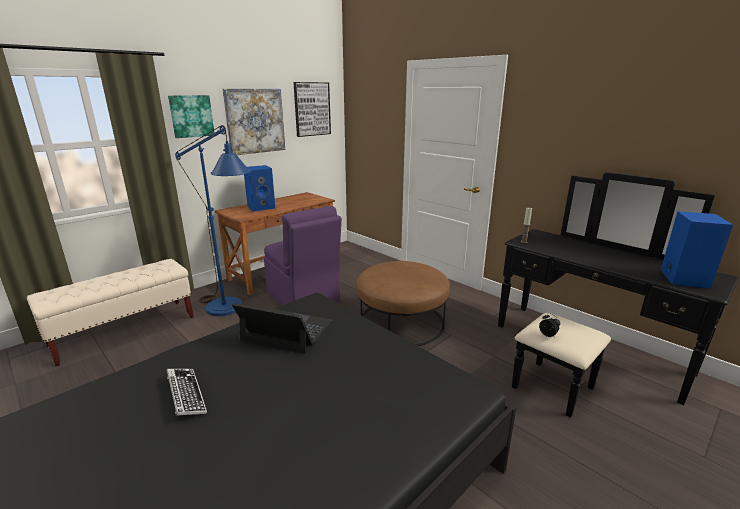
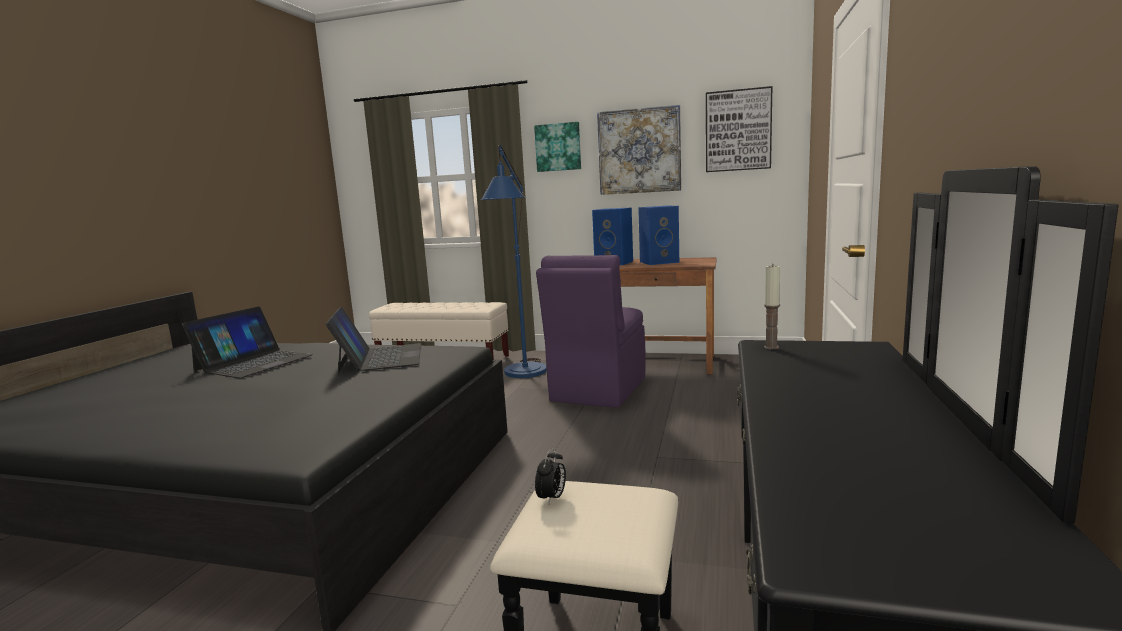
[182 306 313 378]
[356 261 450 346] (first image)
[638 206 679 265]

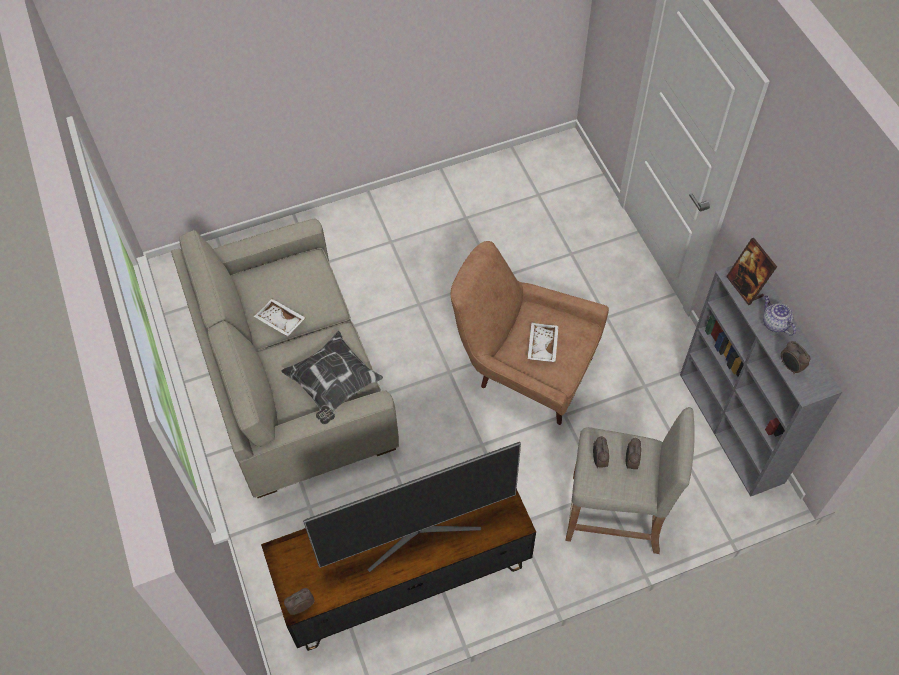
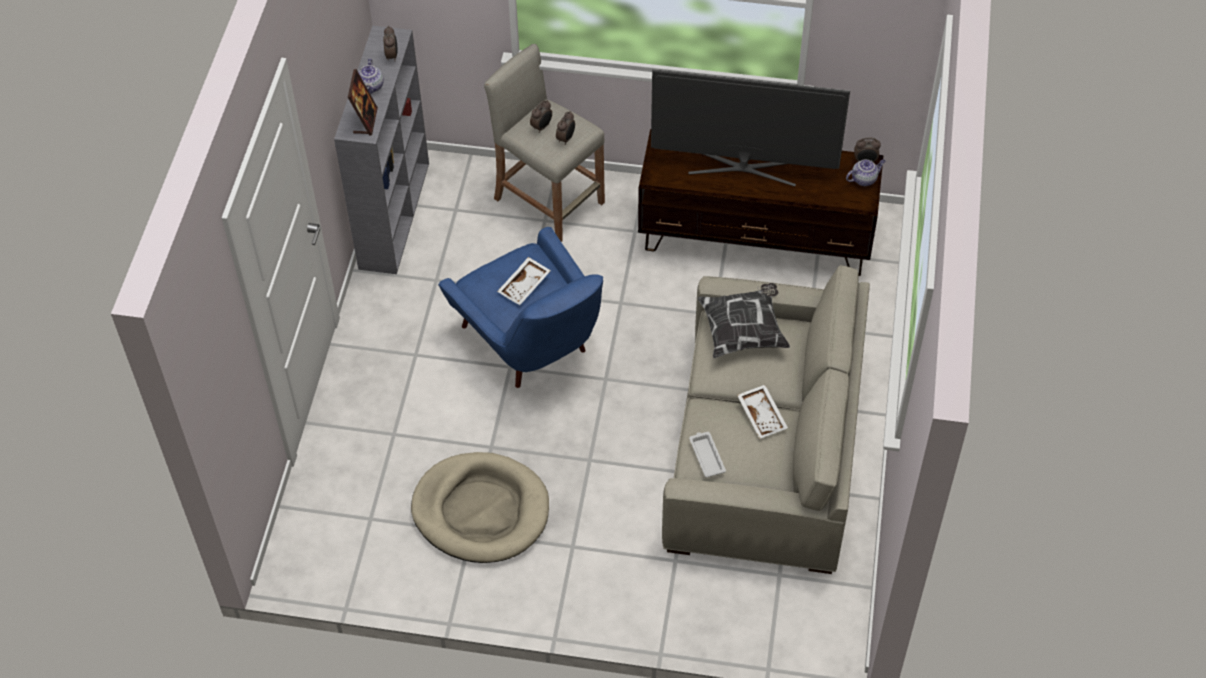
[438 227 603 388]
[411 452 549 563]
[689 432 726 478]
[846 159 886 186]

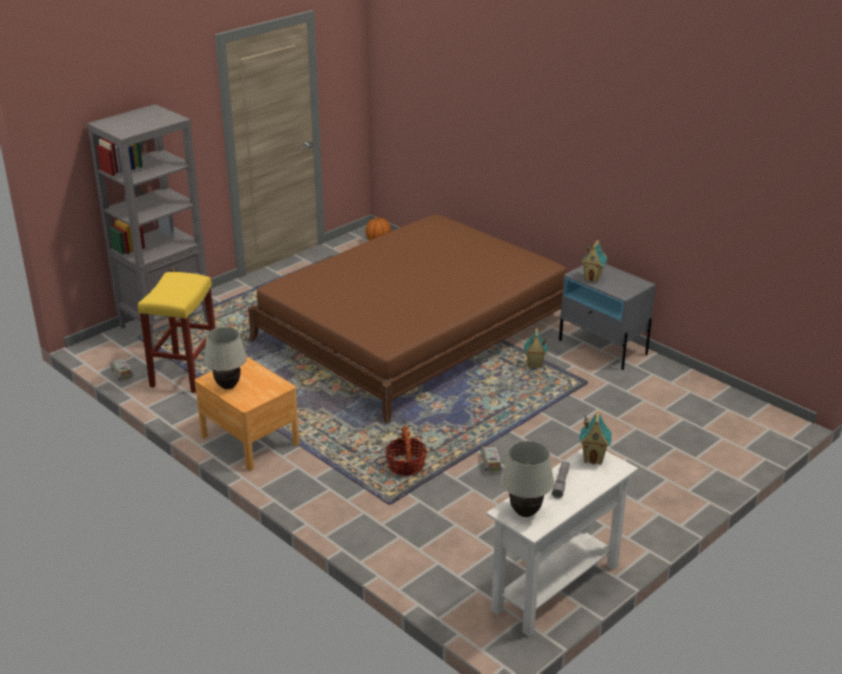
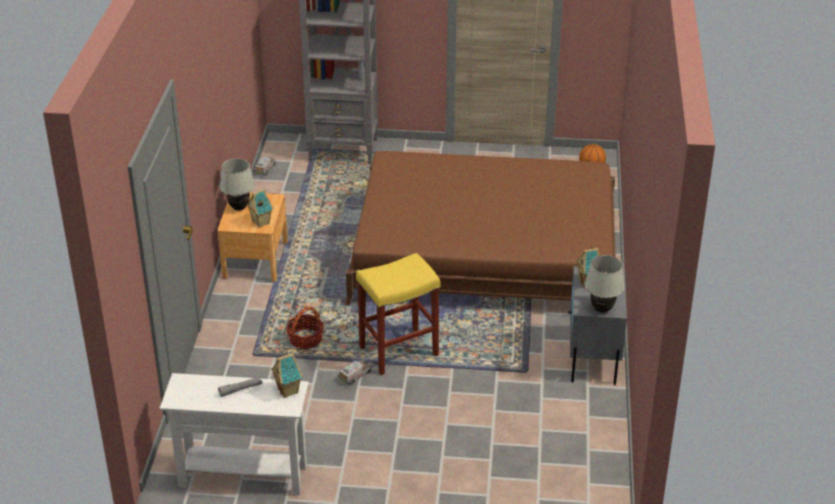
[356 253 440 375]
[584 255 625 313]
[247 189 273 228]

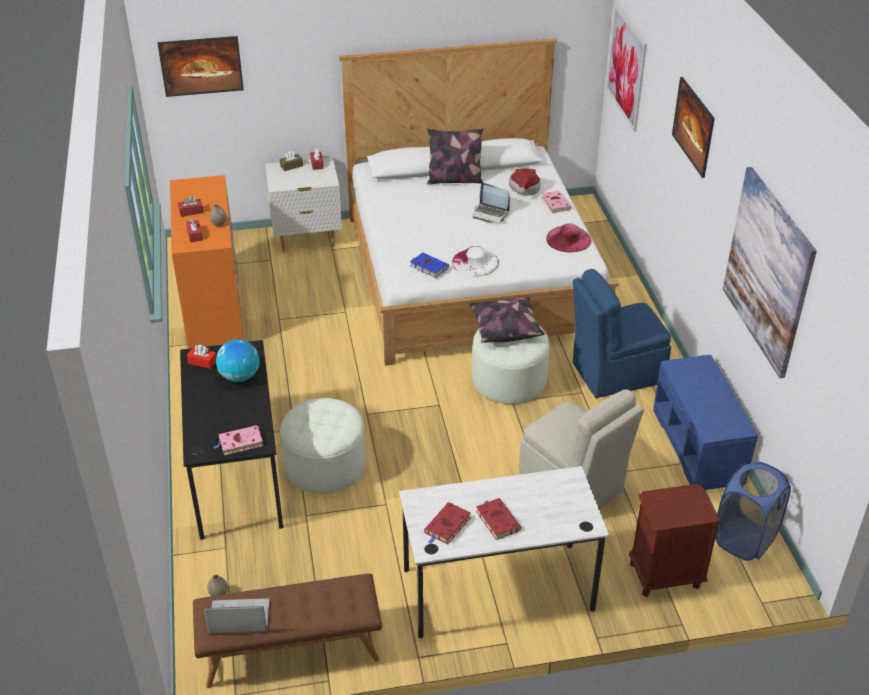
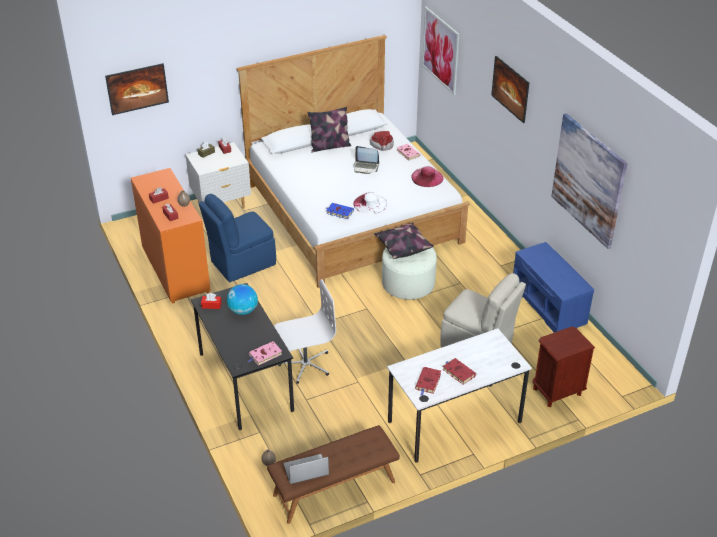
[274 279 336 383]
[199 194 276 282]
[715 462 791 561] (first image)

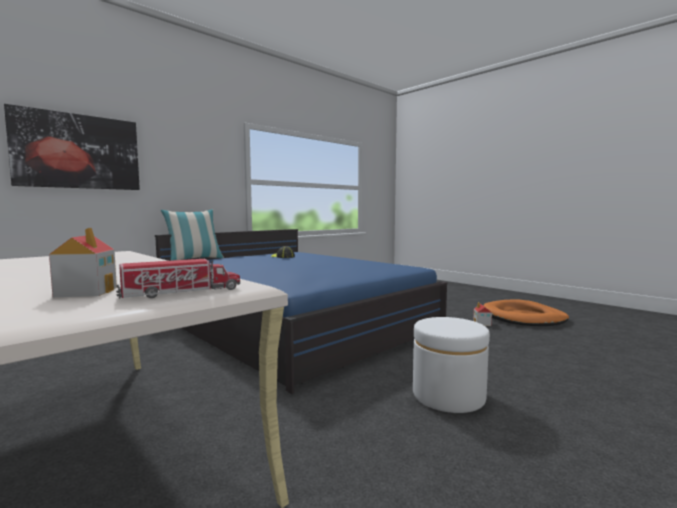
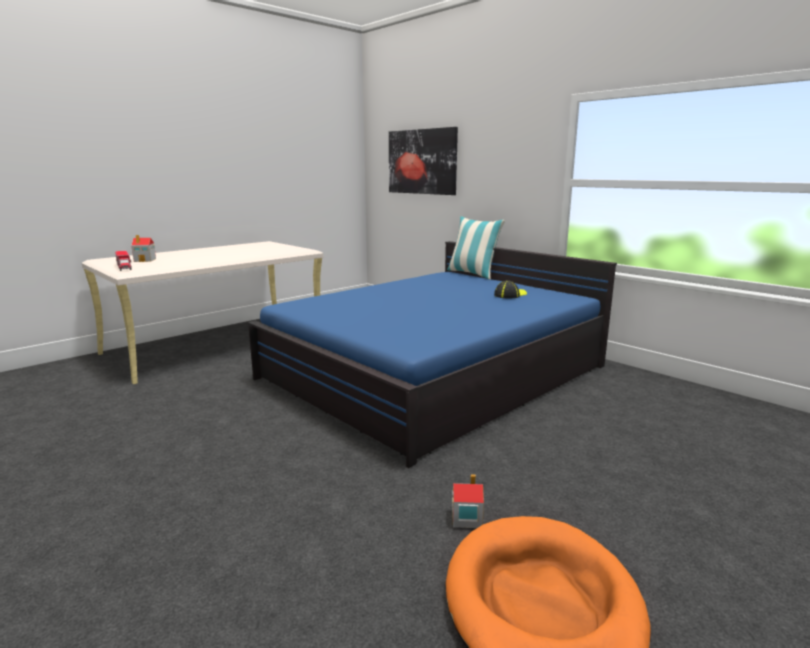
[413 317 490 413] (first image)

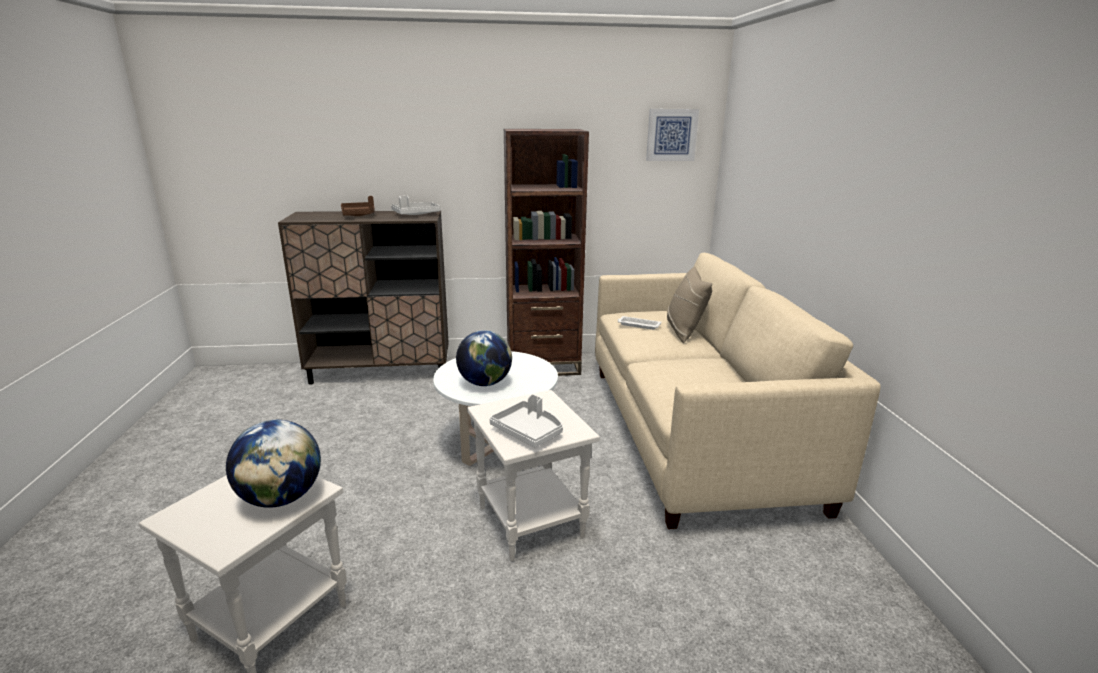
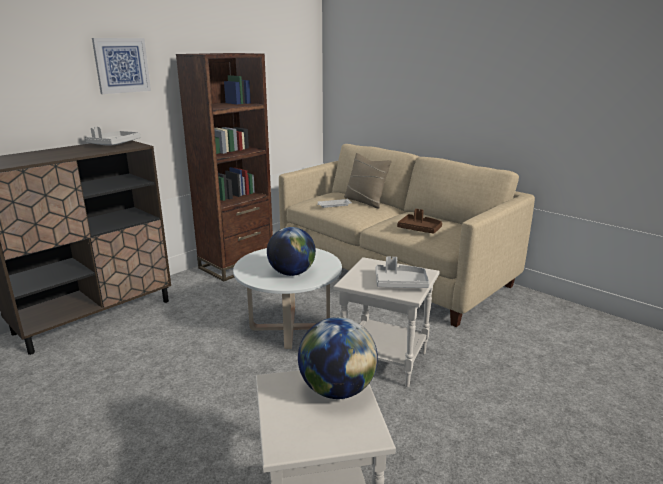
[397 209 442 234]
[92 38 151 94]

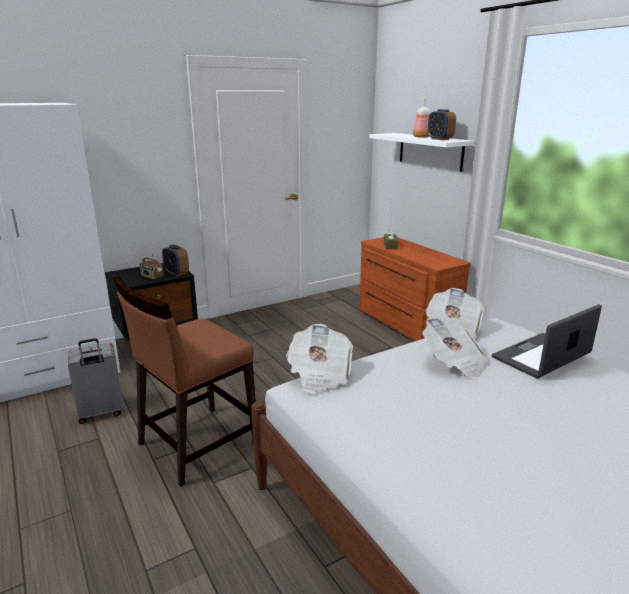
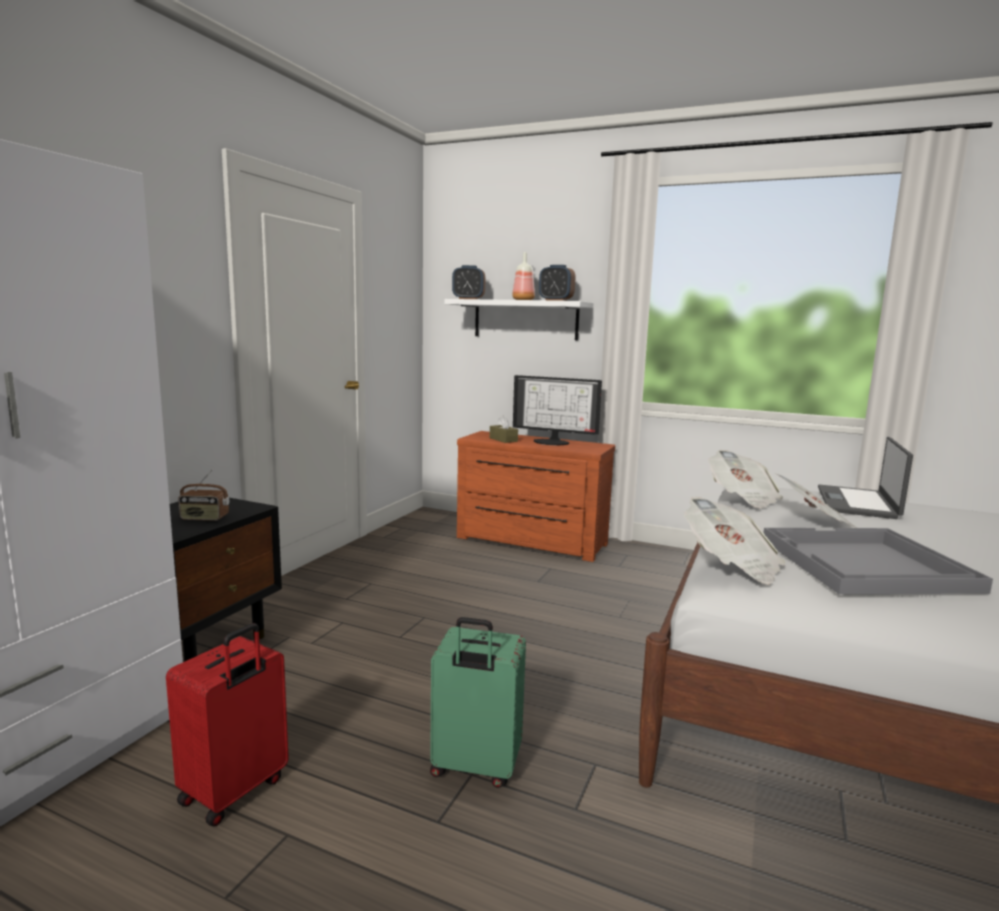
[166 623 289 826]
[430 617 526 788]
[452 265 486 299]
[513 375 602 445]
[764 528 993 594]

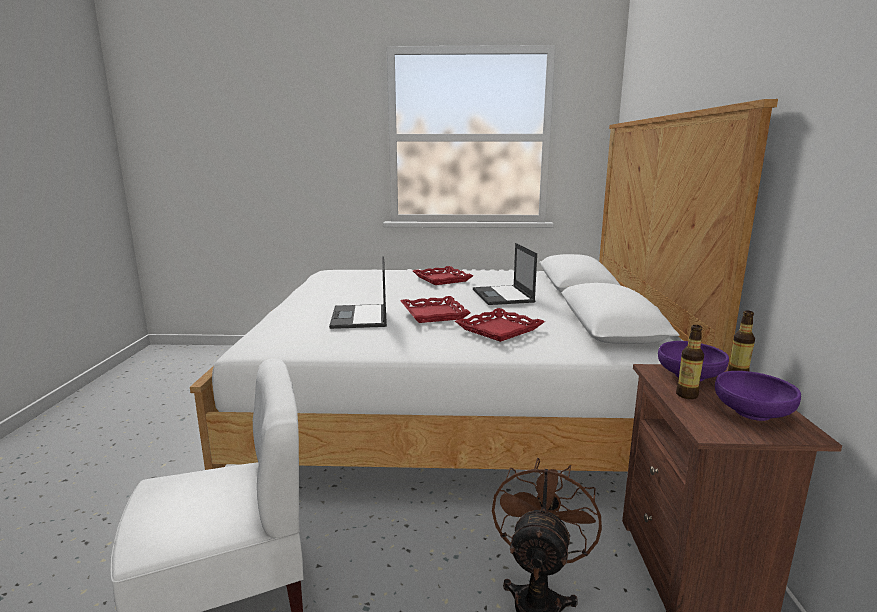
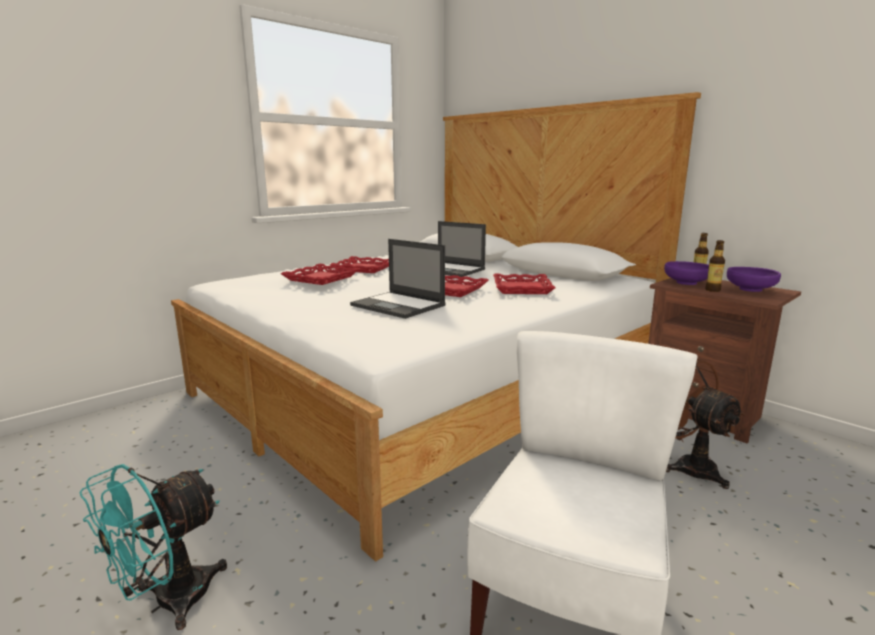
[79 464 227 630]
[281 264 359 285]

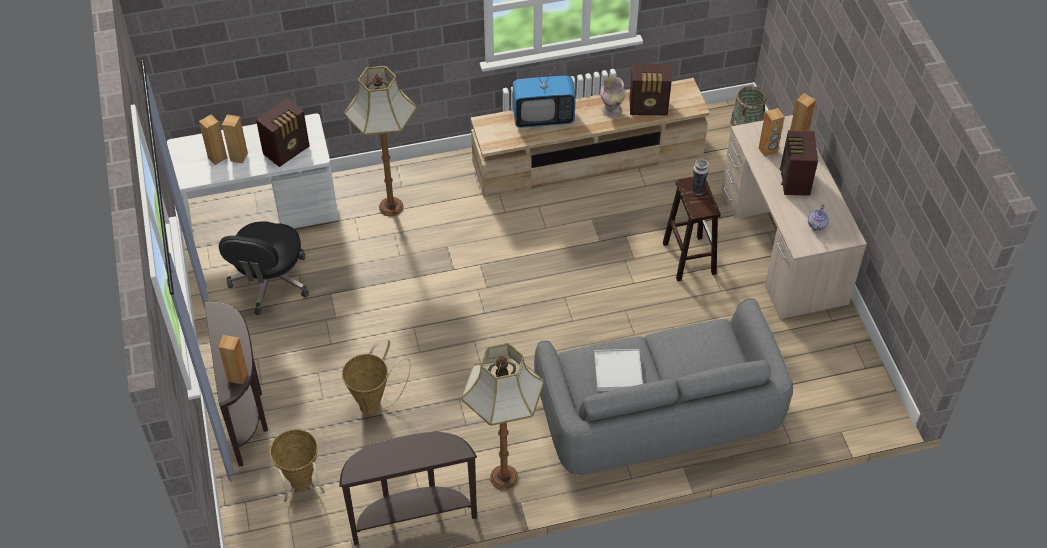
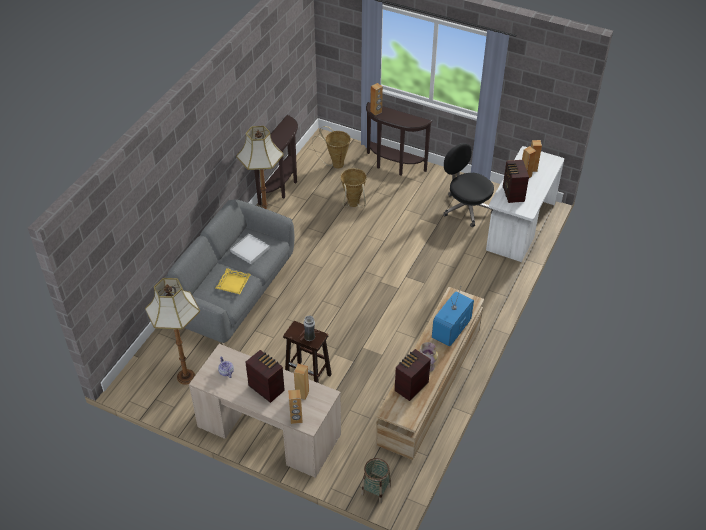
[145 278 200 385]
[216 268 251 294]

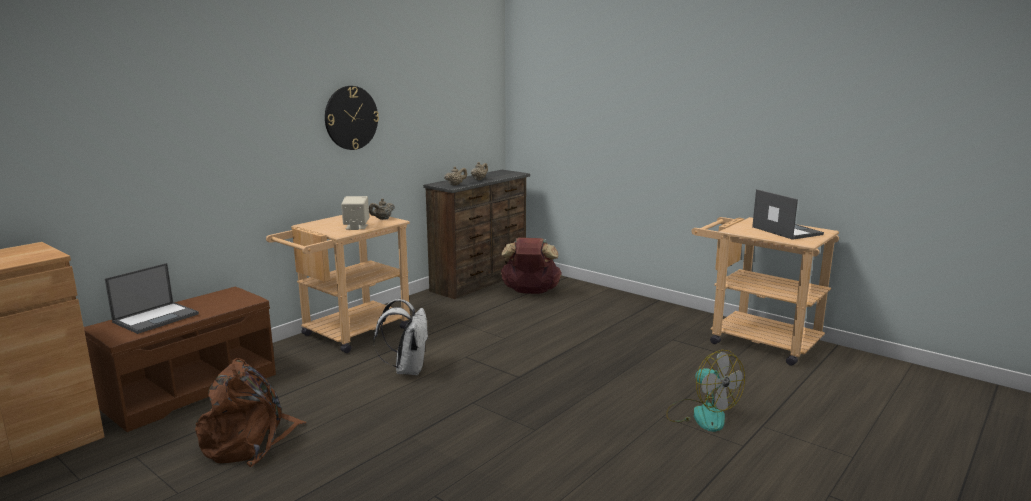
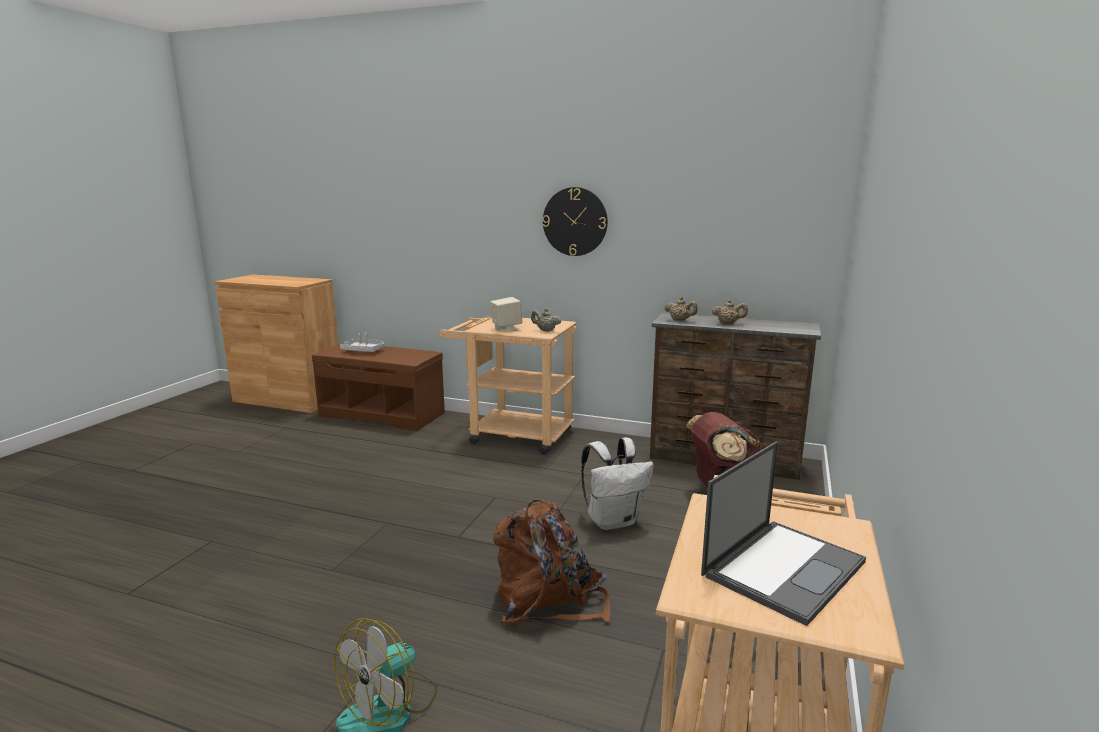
[340 332 384 352]
[493 499 610 624]
[581 437 654 530]

